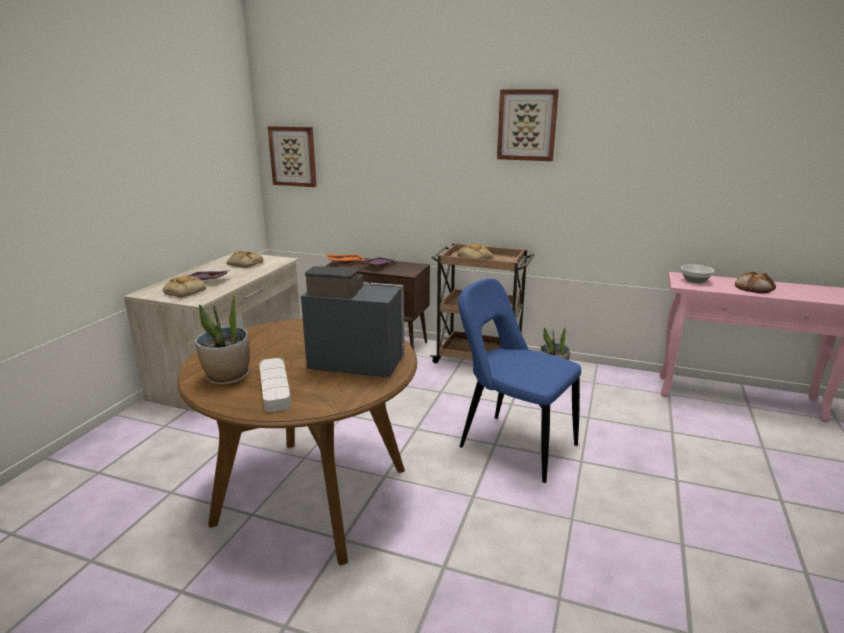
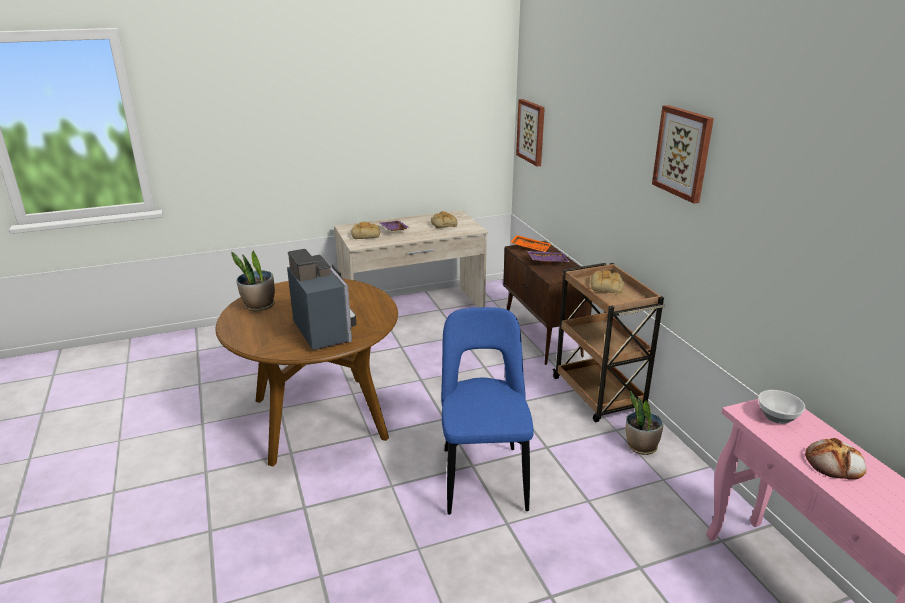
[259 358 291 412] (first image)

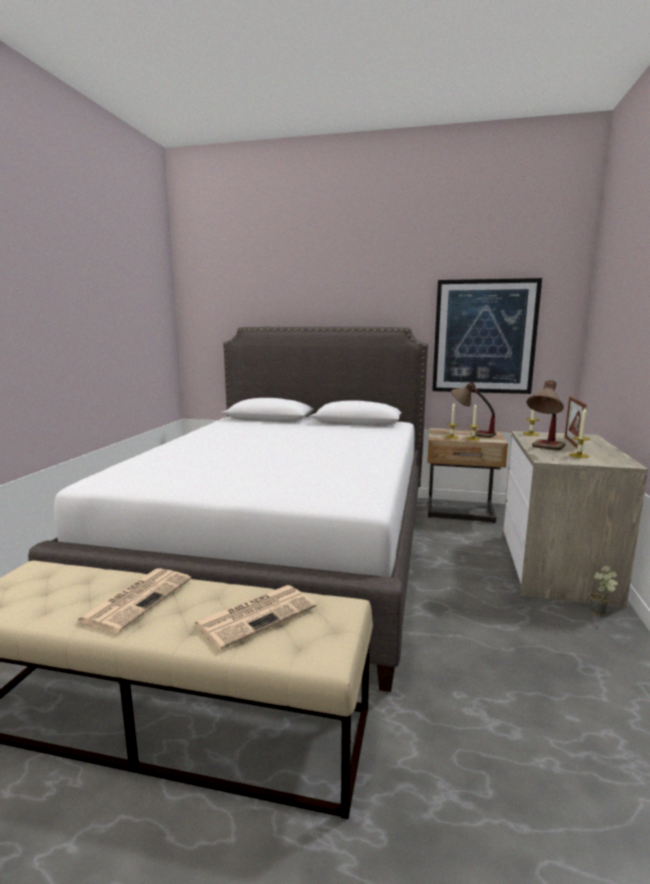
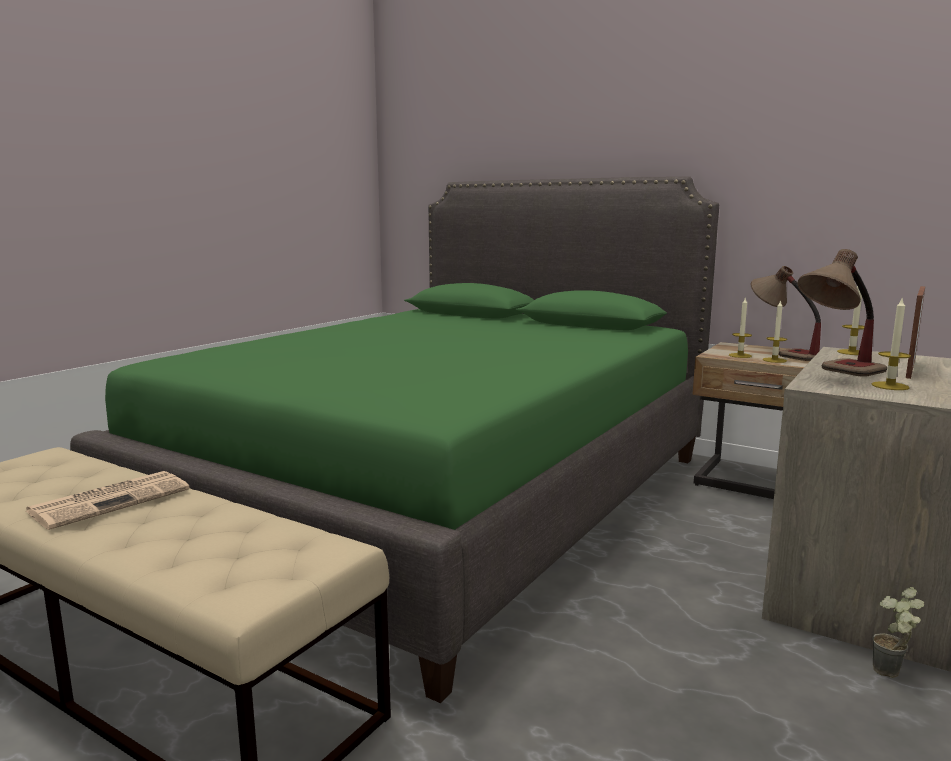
[70 176 719 703]
[193 585 316 650] (first image)
[432 278 542 394] (first image)

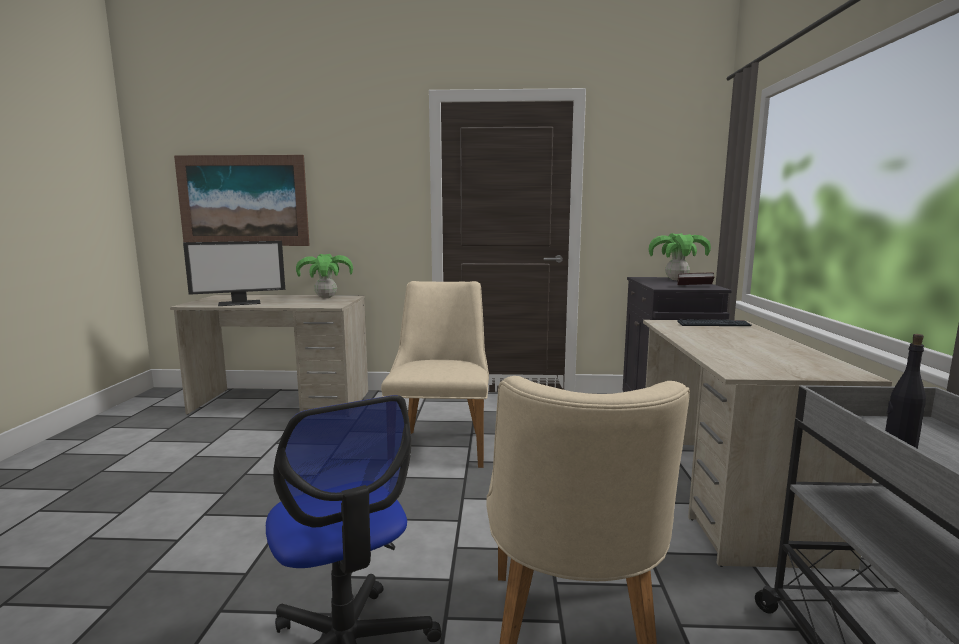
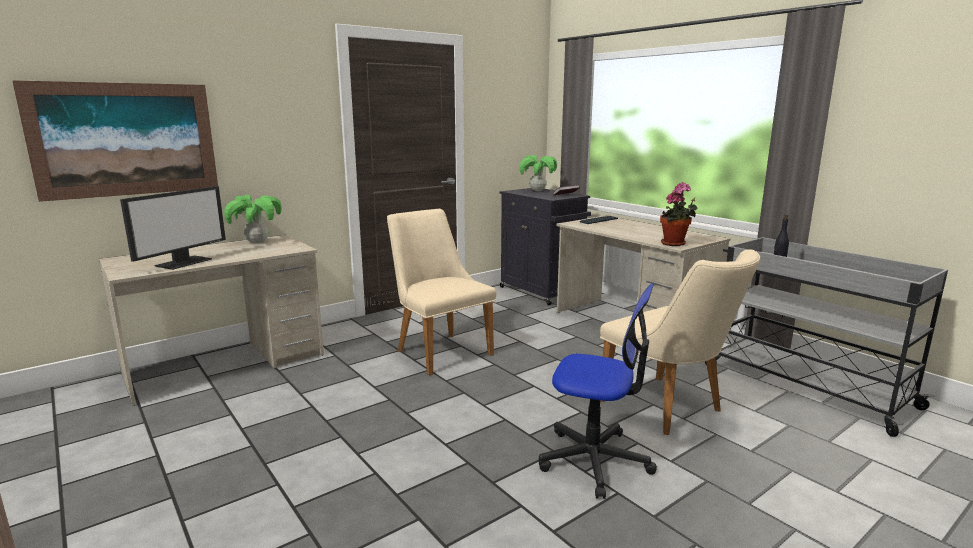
[660 182 698 246]

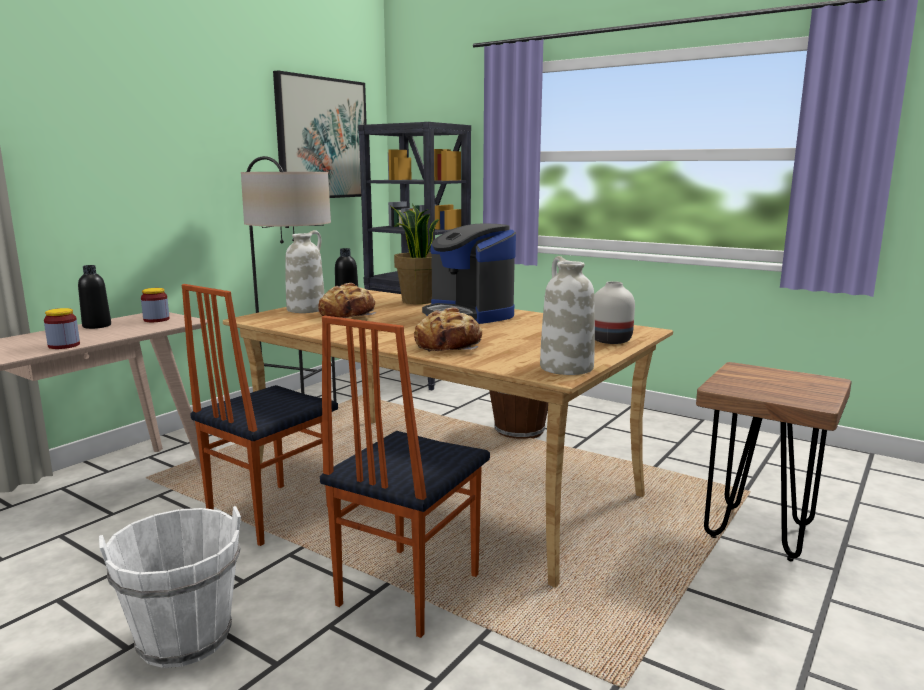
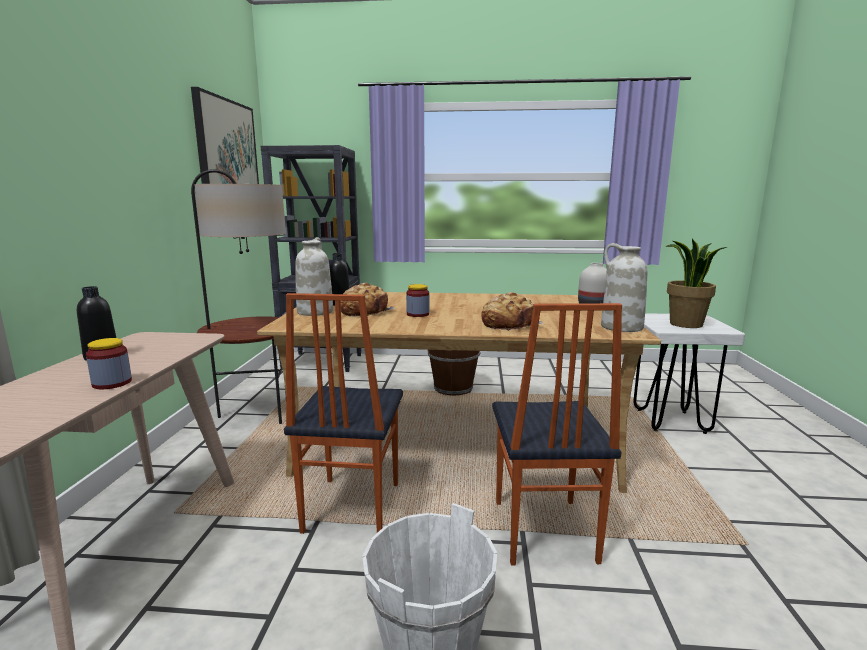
[406 284 429 317]
[665 239 727 328]
[422 224 516 324] (first image)
[633 313 745 434]

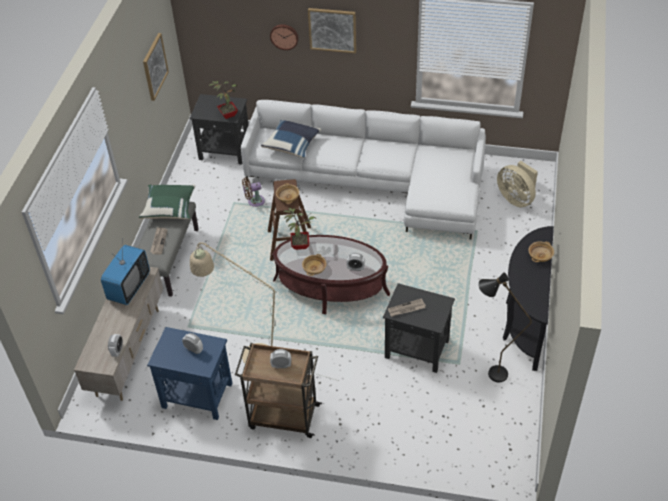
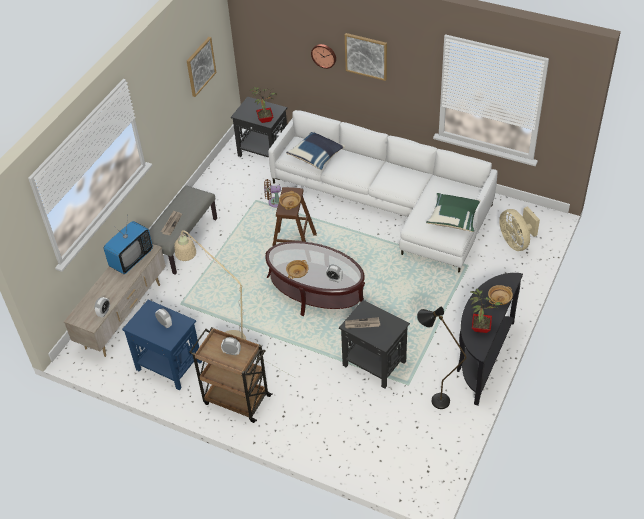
[426 193 481 232]
[470 289 503 333]

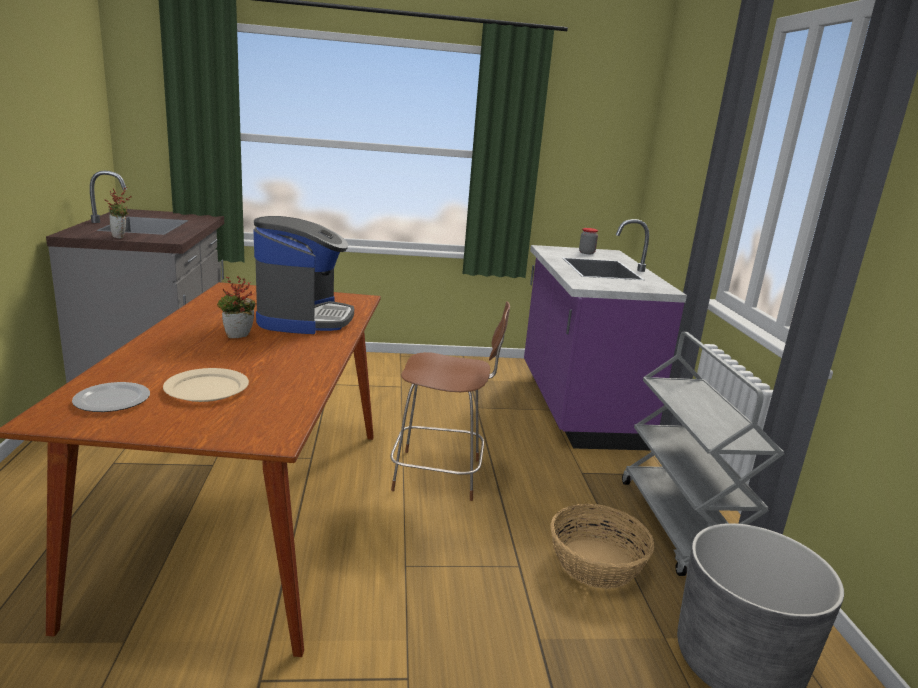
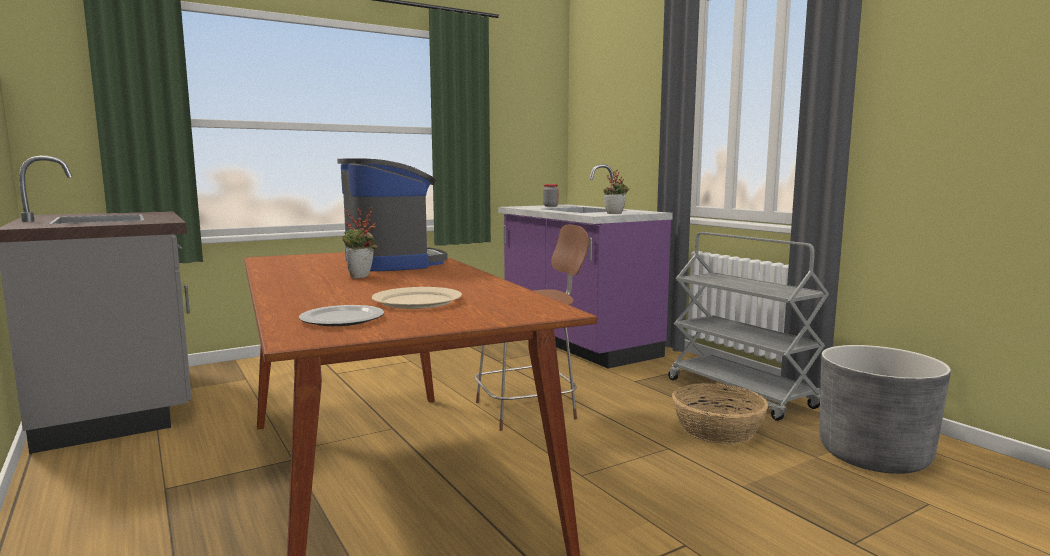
[603 169 629 214]

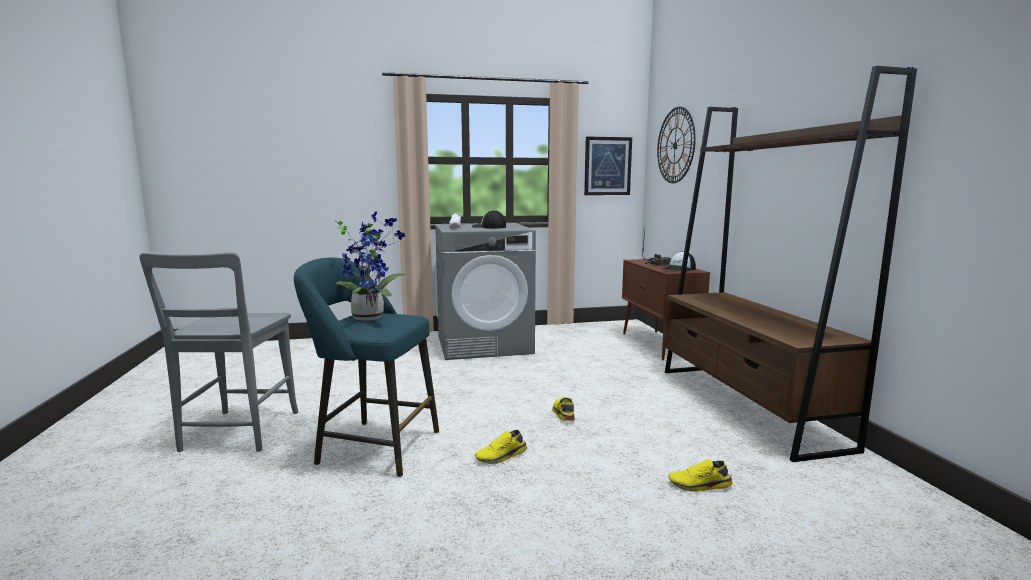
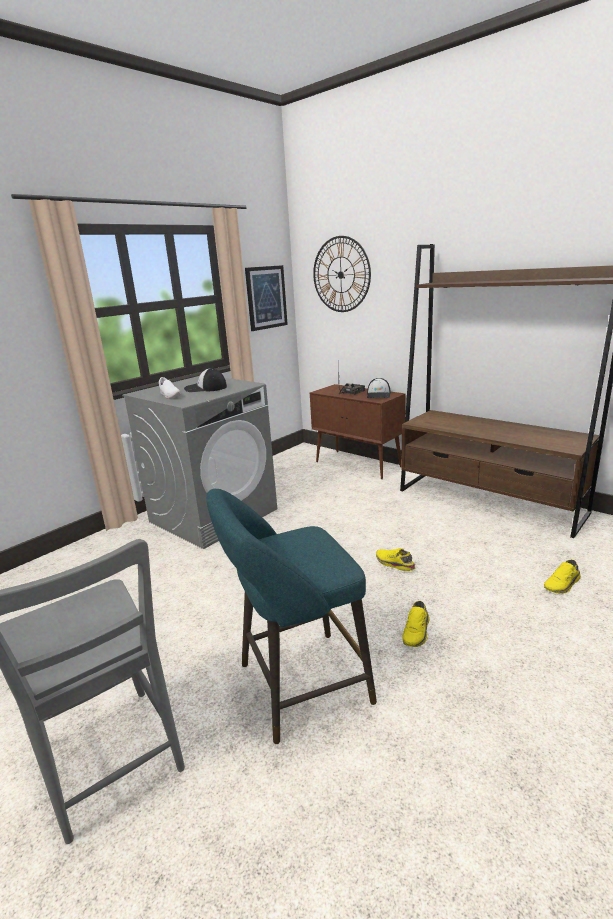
[335 211 407 320] (first image)

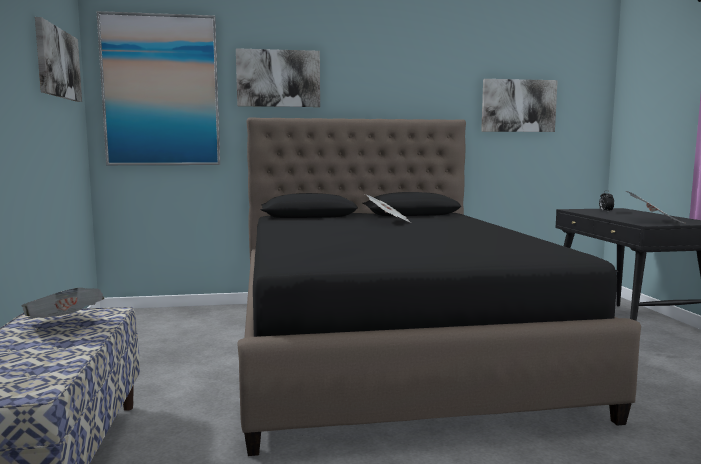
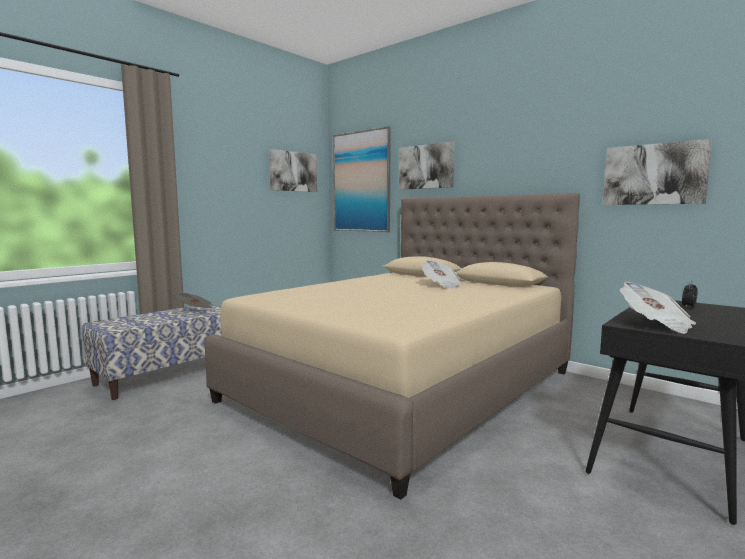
[205 193 580 500]

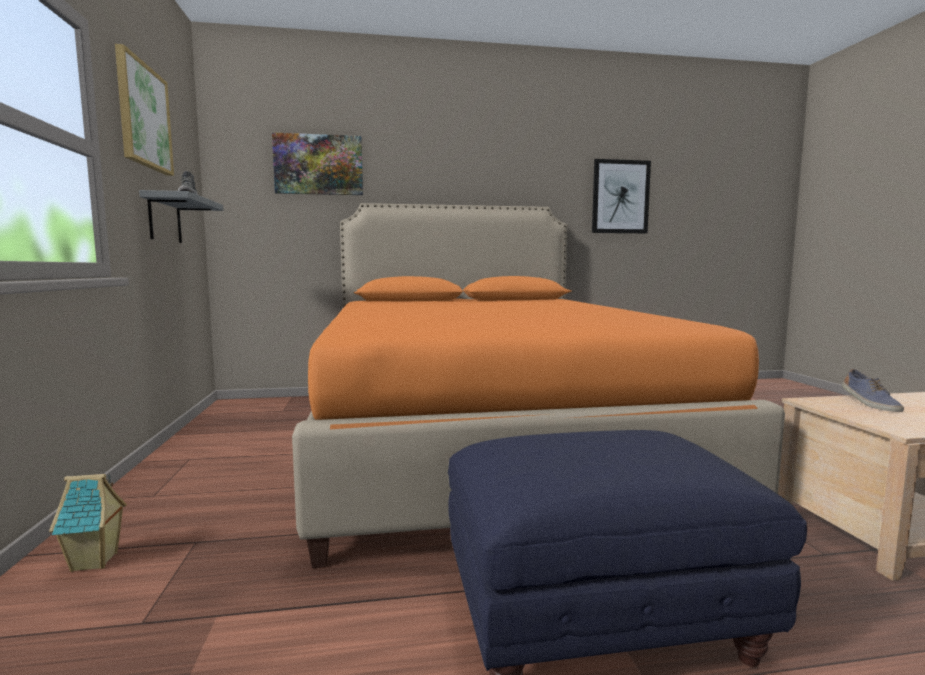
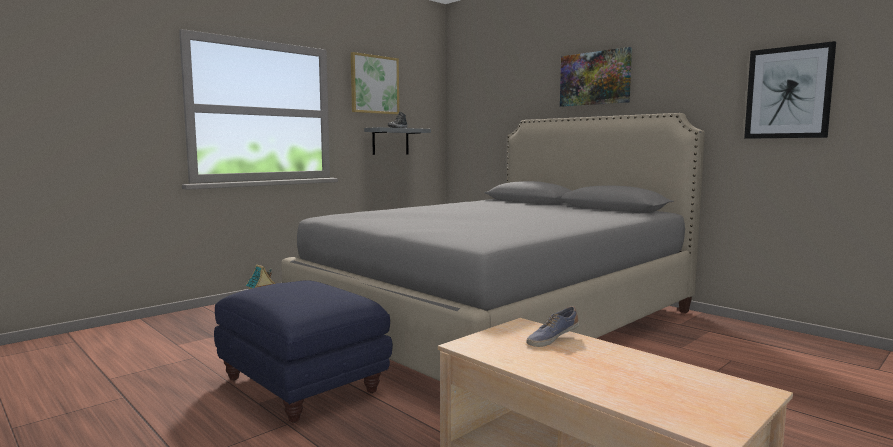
[560 47 632 107]
[281 113 705 381]

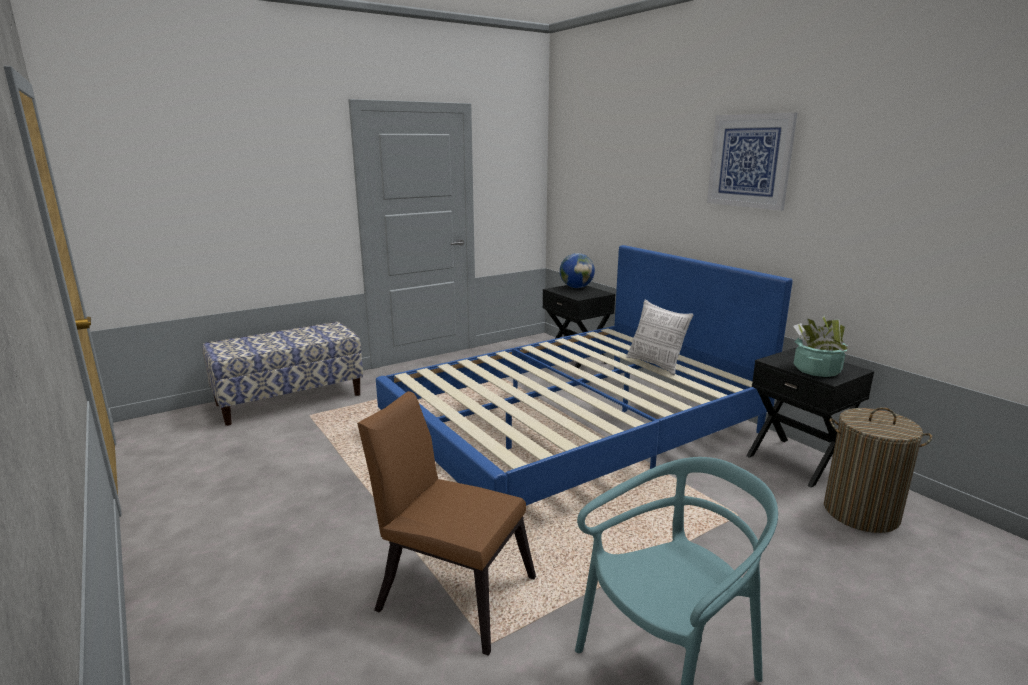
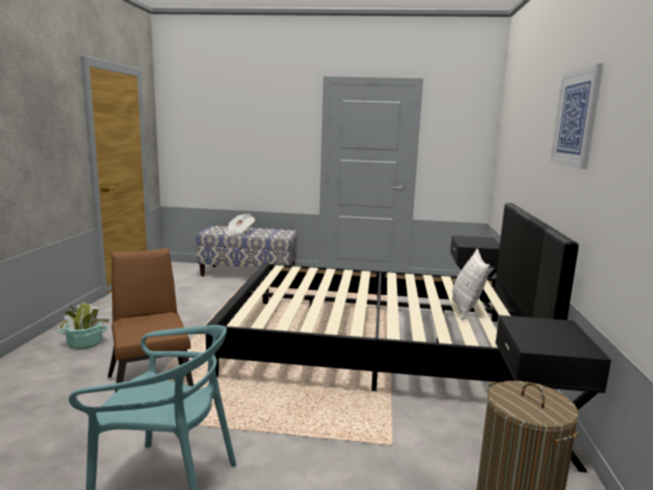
[206 203 579 391]
[560 253 595 288] (first image)
[58 302 111 349]
[225 213 255 235]

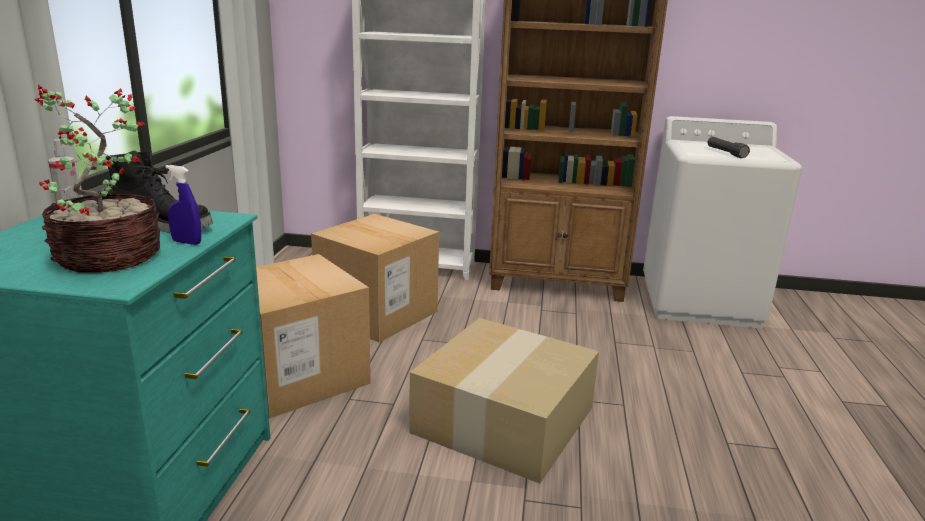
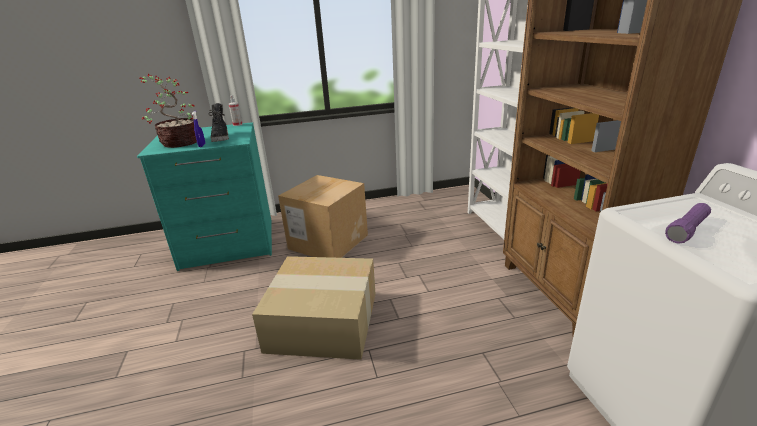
[311 214 439 343] (first image)
[665 203 711 244]

